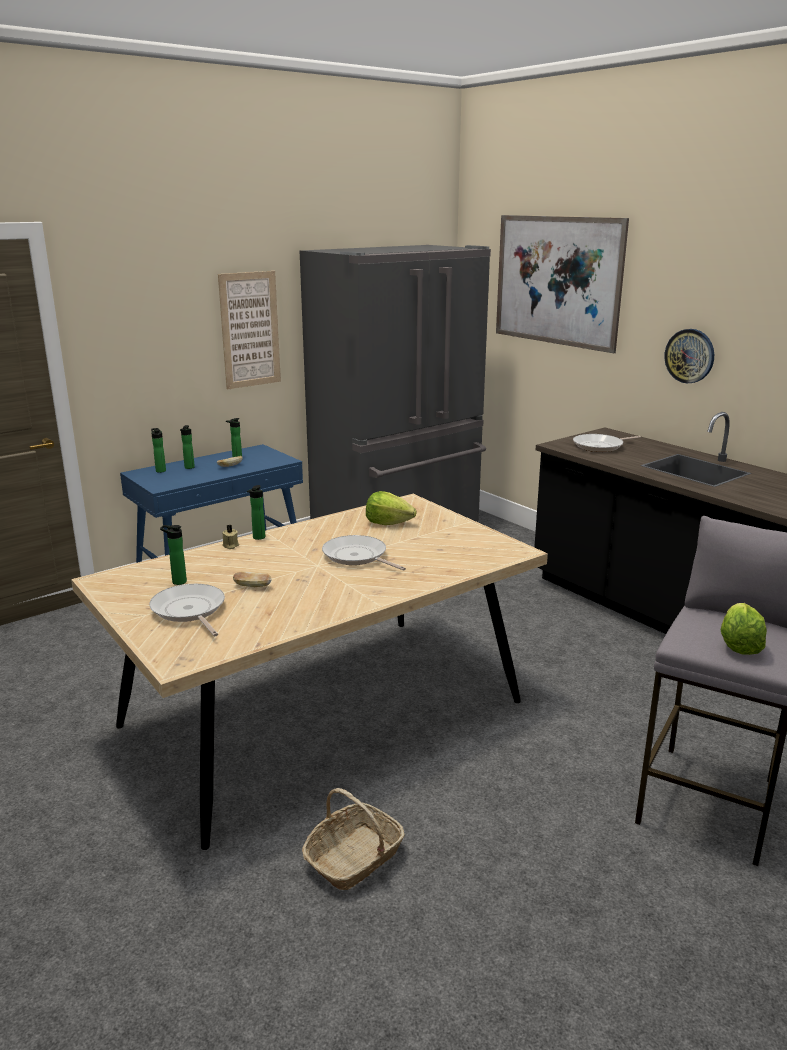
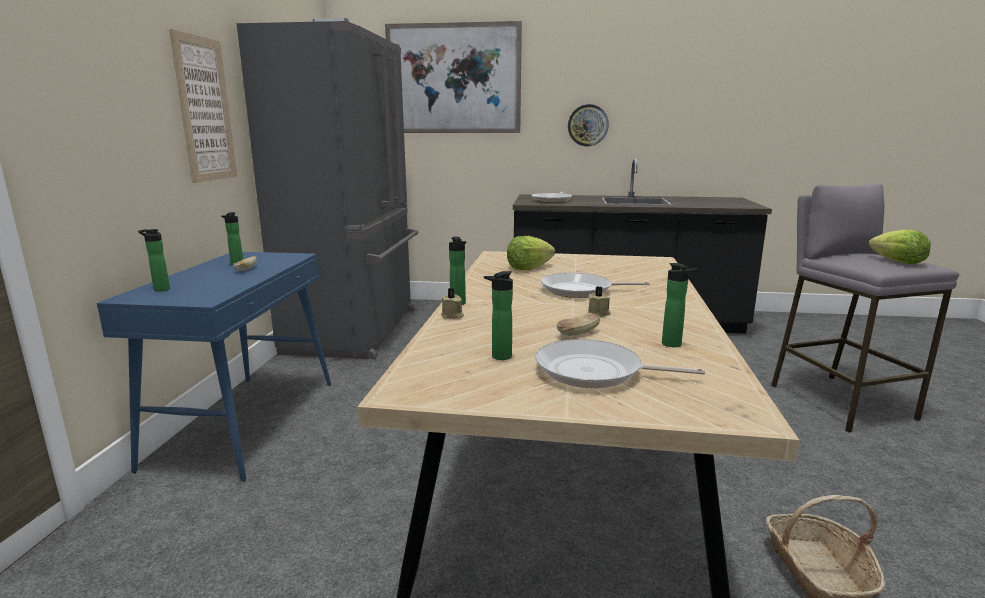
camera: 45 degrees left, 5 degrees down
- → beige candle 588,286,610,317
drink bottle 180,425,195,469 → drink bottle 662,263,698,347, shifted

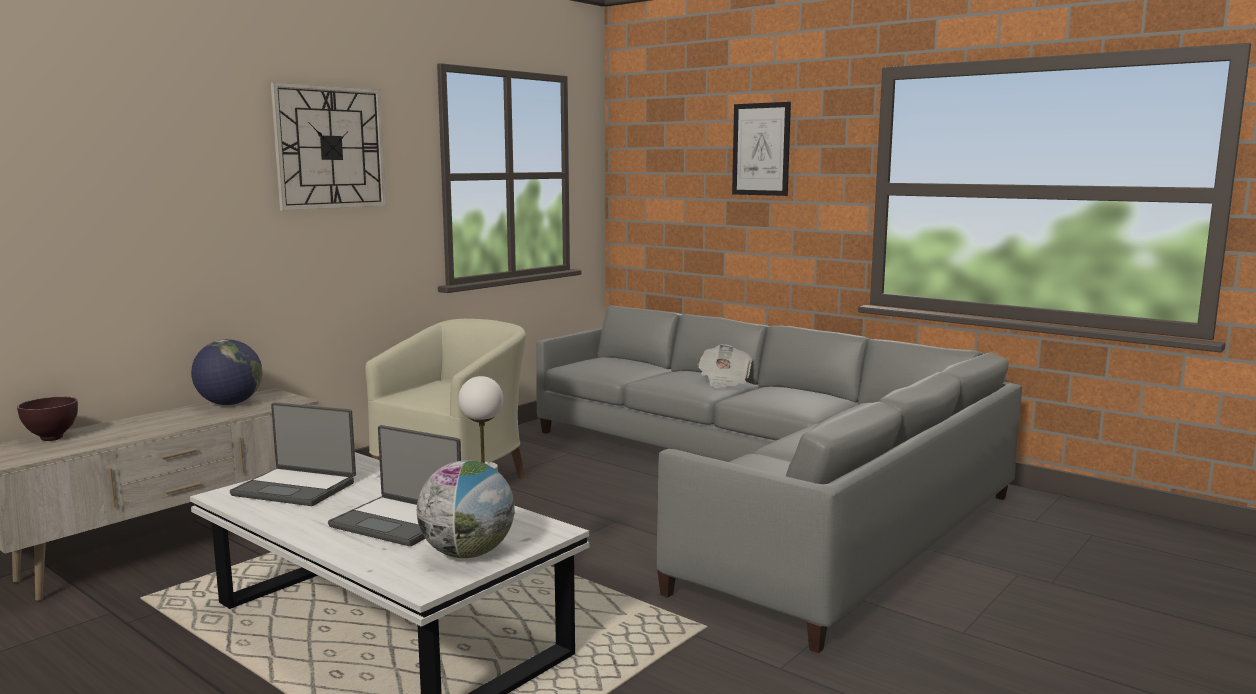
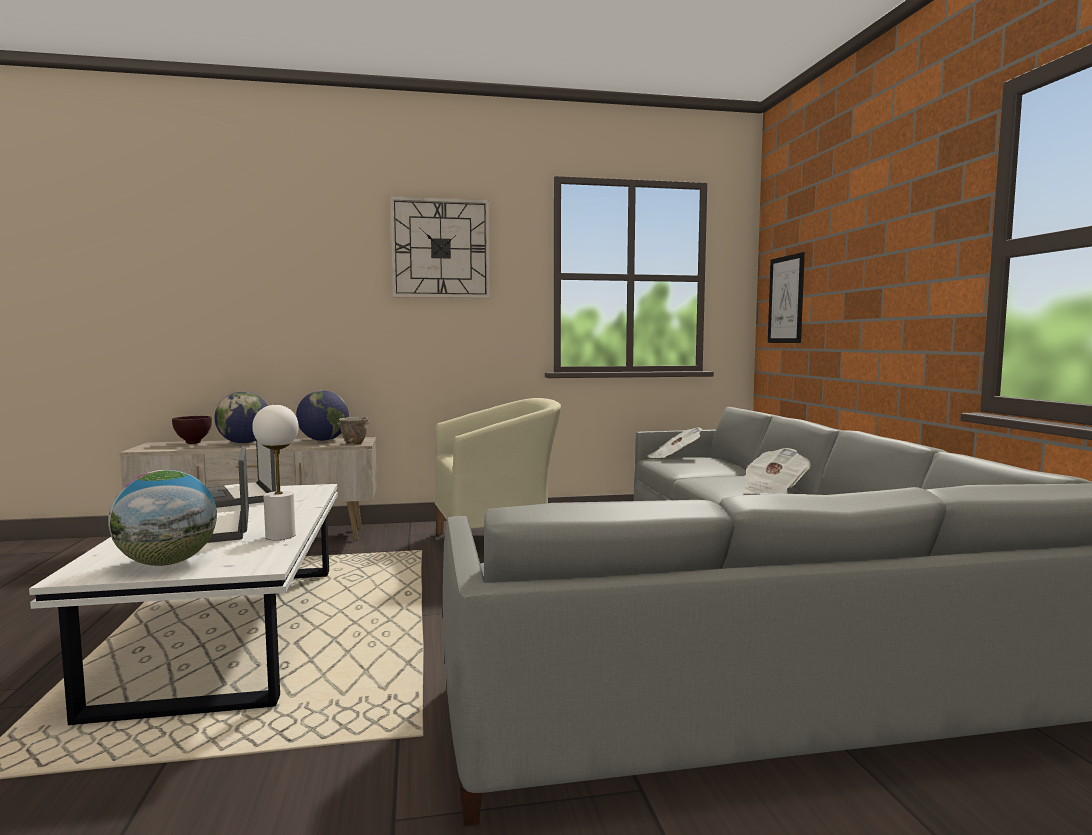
camera: 40 degrees right, 5 degrees down
- → desk globe 214,392,268,444
- → bowl 337,417,370,444
- → newspaper 647,428,702,458
wall picture 732,102,791,196 → wall picture 768,252,805,343, shifted

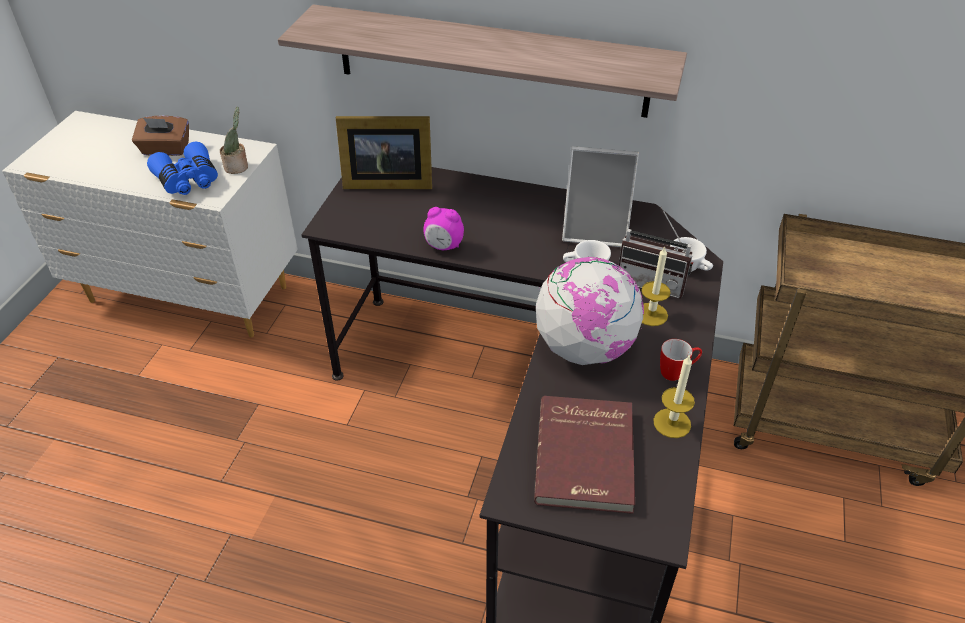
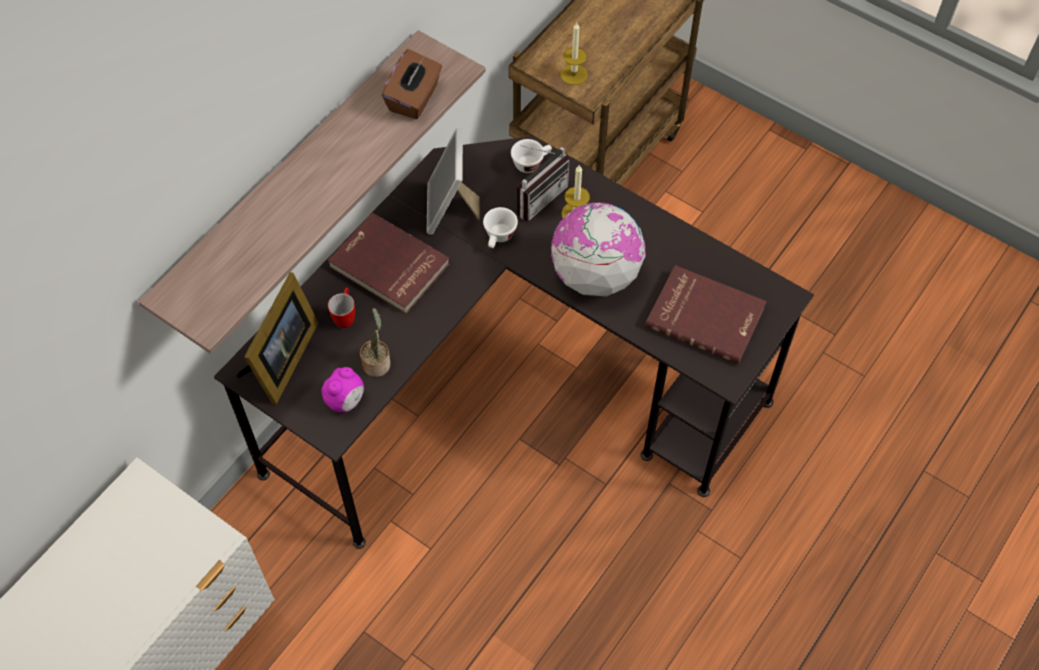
camera: 70 degrees left, 15 degrees up
alarm clock 423,207,464,250 → alarm clock 322,367,364,412, shifted
- → reddish bound book 328,213,450,314
mug 660,339,702,381 → mug 328,288,355,328, shifted
potted plant 220,107,248,174 → potted plant 360,308,391,377, shifted
brown-coloured tissue box 132,115,189,156 → brown-coloured tissue box 382,49,442,119, shifted
standing frame 562,146,639,247 → standing frame 427,128,480,235, 150 degrees clockwise
candle 653,355,695,438 → candle 560,22,588,85, shifted
blue field glasses 147,142,218,195 → -

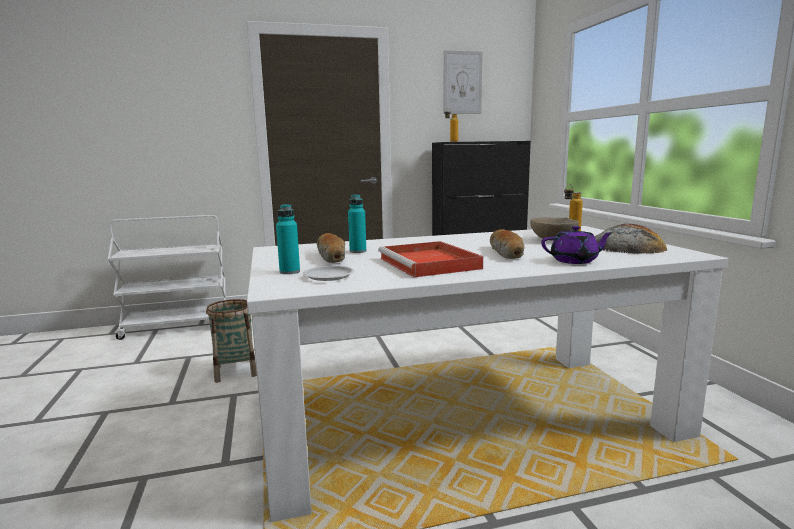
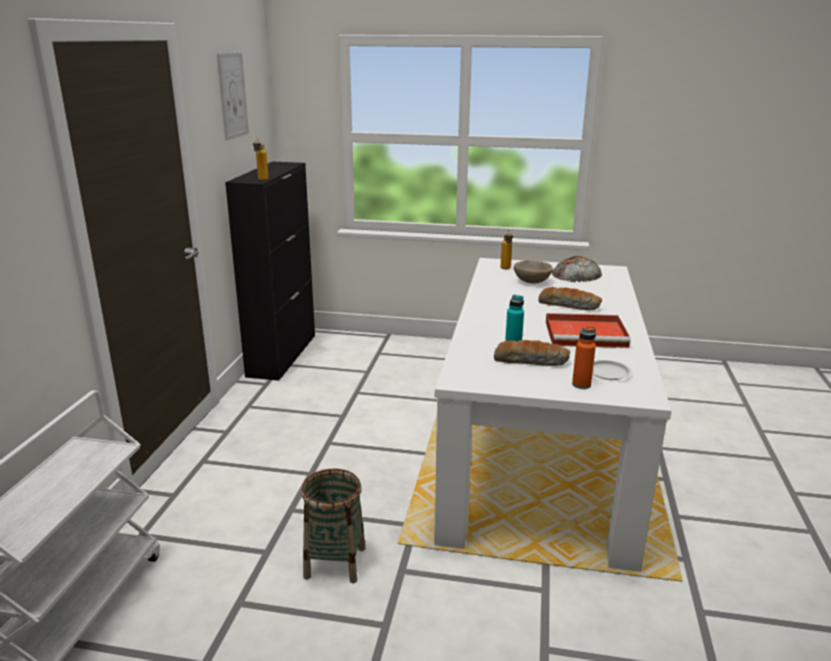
camera: 65 degrees left, 10 degrees up
blue-green drink bottle 276,204,300,274 → orange drink bottle 572,326,596,389
purple pot for tea 541,226,613,264 → -

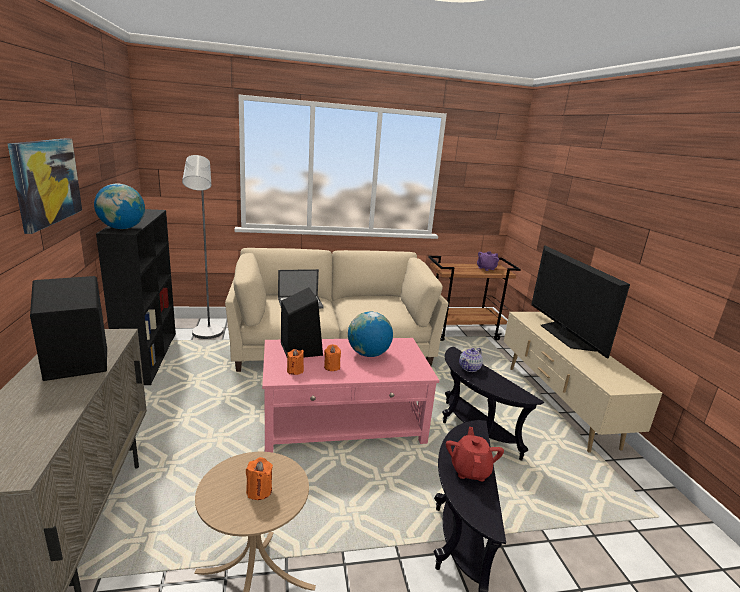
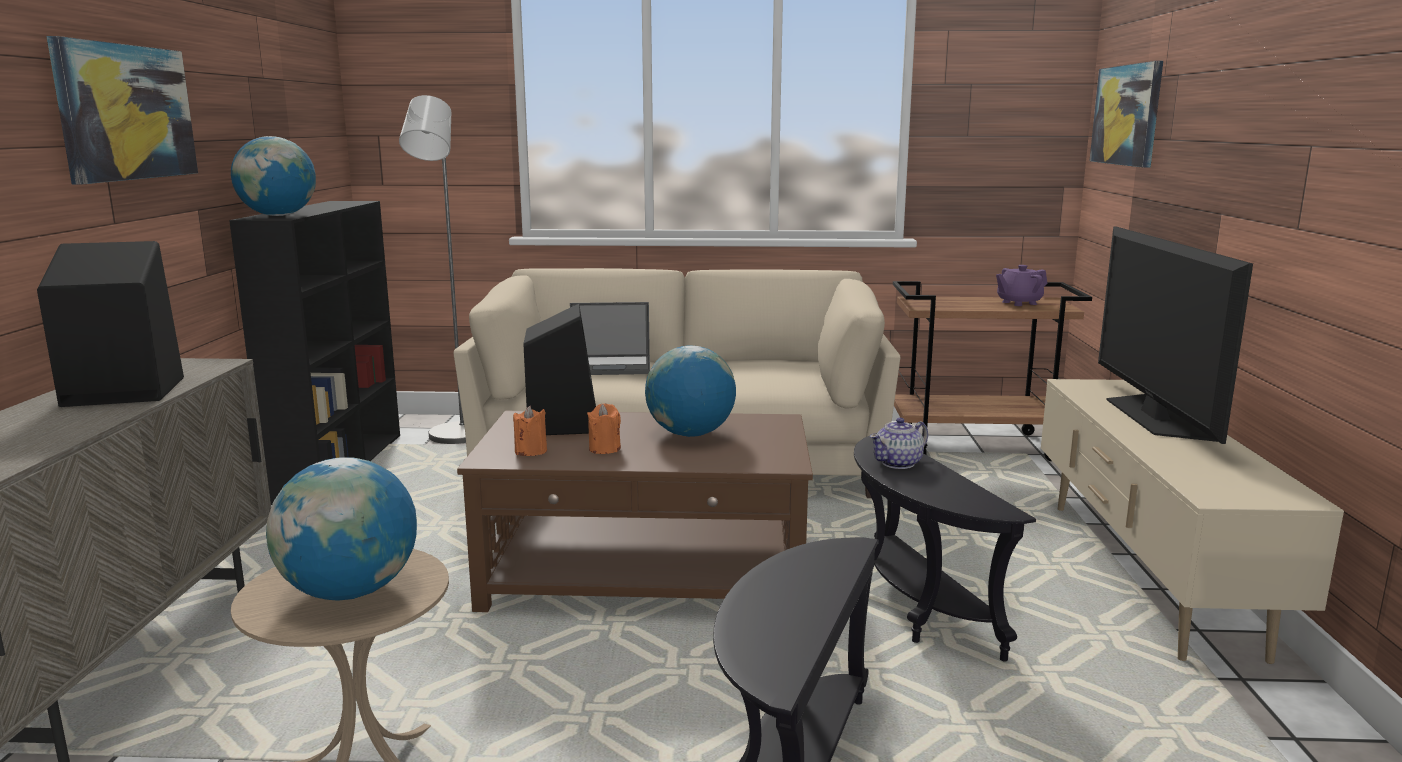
camera: 15 degrees right, 5 degrees down
orange candle 246,457,273,500 → desk globe 266,457,417,601
pink-coloured coffee table 262,338,439,453 → brown-coloured coffee table 457,411,813,612
- → wall picture 1089,61,1163,168
reddish pot for tea 446,427,504,481 → -

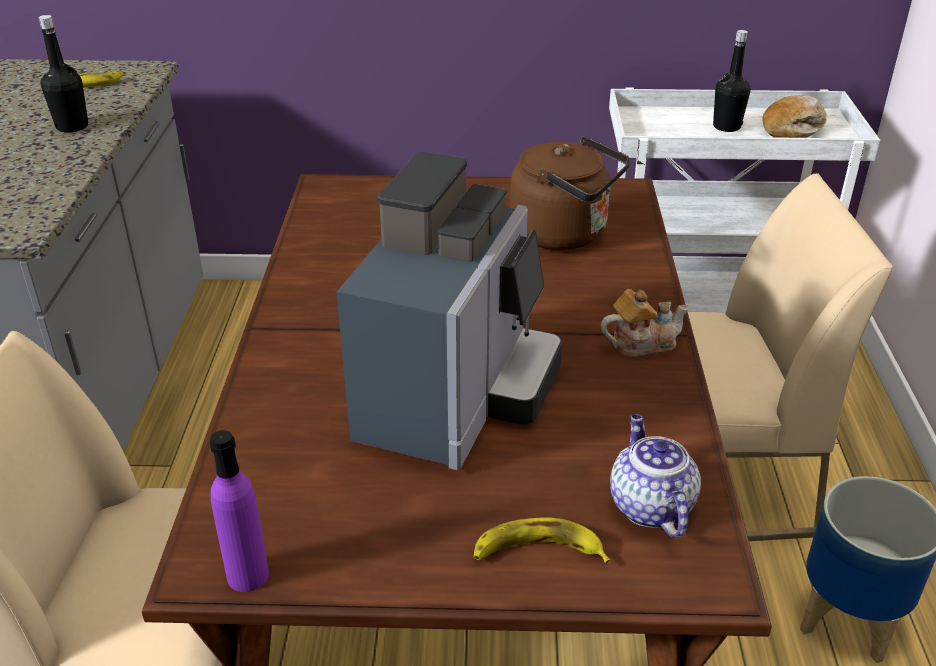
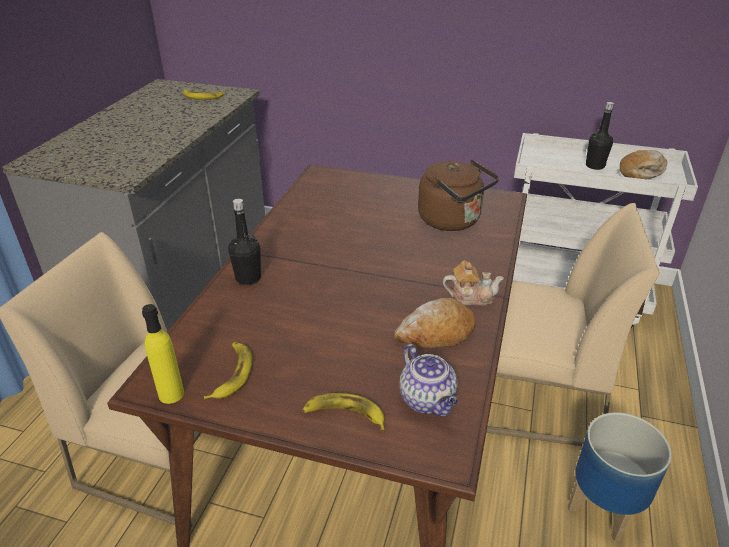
camera: 15 degrees right, 0 degrees up
purple drink bottle 210,430,269,592 → yellow drink bottle 142,304,184,404
- → banana fruit 204,342,252,399
blackish drink bottle 39,15,88,133 → blackish drink bottle 228,199,261,285, shifted
- → bread 394,298,476,348
pot for tea 610,414,701,538 → pot for tea 399,344,458,417, 150 degrees clockwise
coffee brewer 337,152,562,470 → -

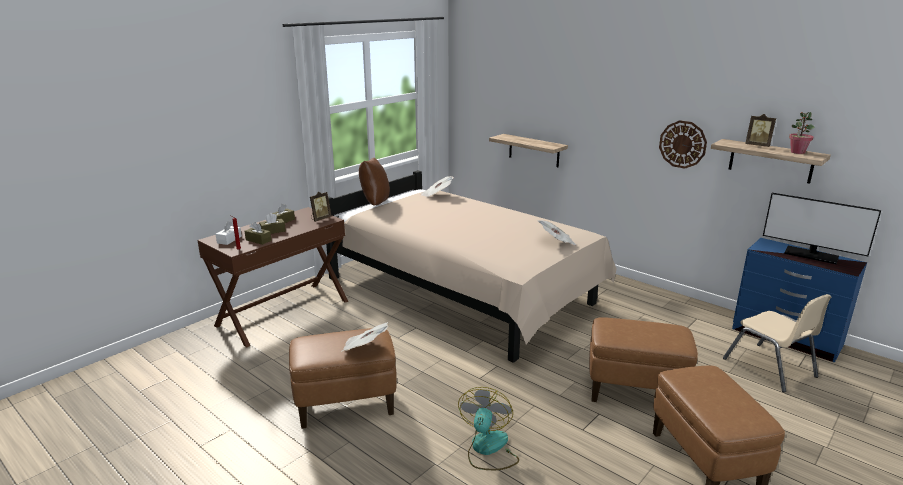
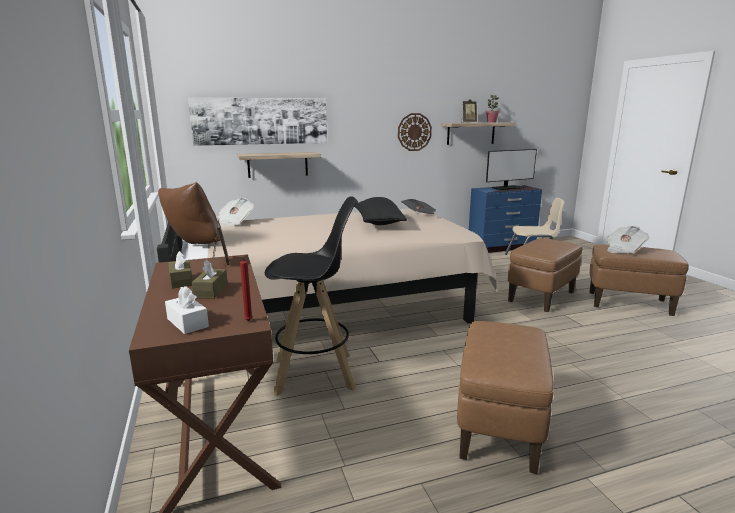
camera: 60 degrees left, 5 degrees down
- → wall picture 188,97,327,146
- → blackish sitting stool 265,196,358,396
- → blackish cushion 354,197,407,225
newspaper 341,322,388,352 → newspaper 606,226,649,254, shifted
brown-coloured tissue box 245,222,272,245 → -
electric fan 458,387,519,470 → -

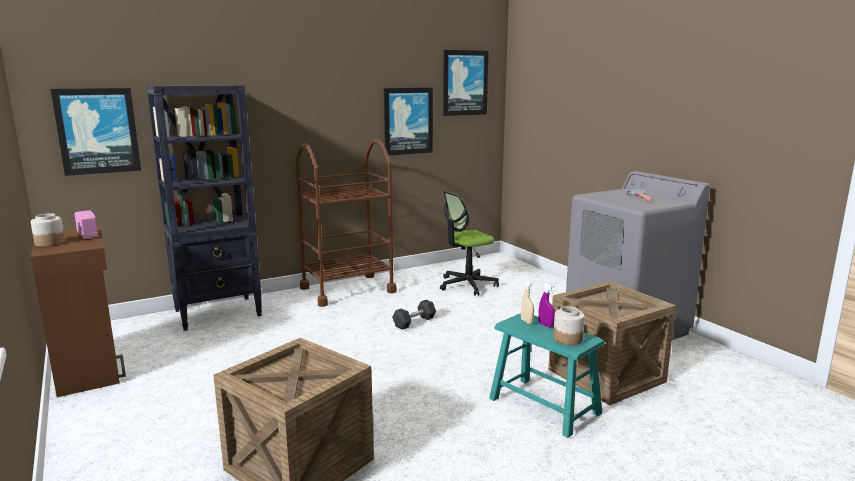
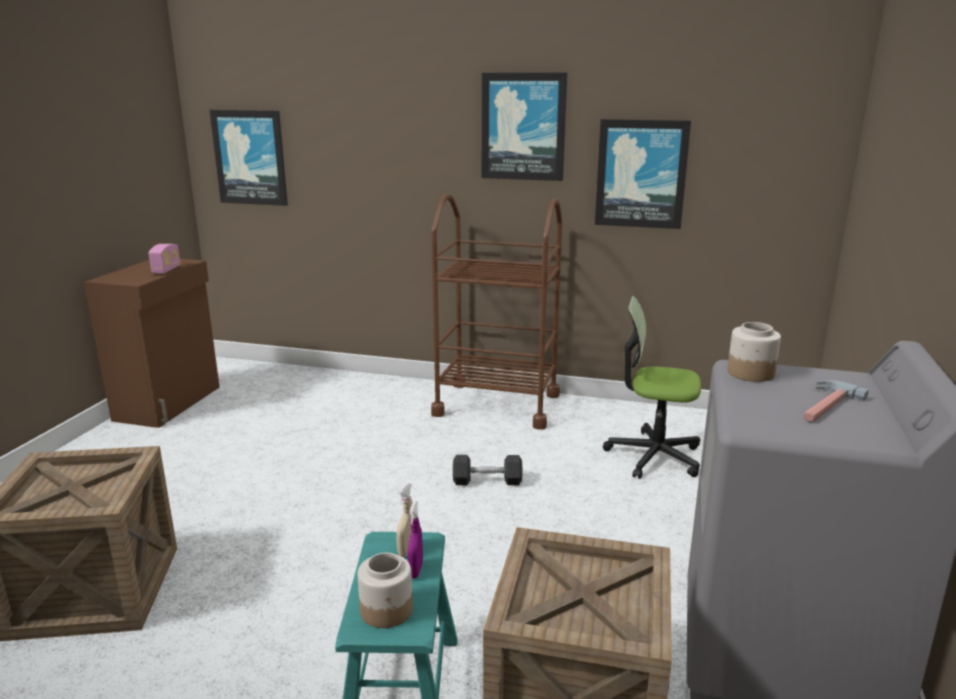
camera: 45 degrees right, 5 degrees up
wall picture 443,50,488,116 → wall picture 482,73,567,181, shifted
storage jar 31,213,65,247 → storage jar 727,322,781,382, shifted
blackish shelving unit 146,85,262,331 → -

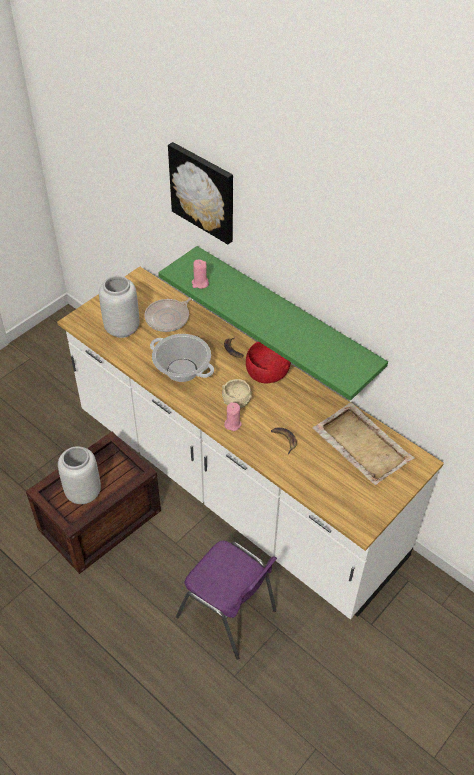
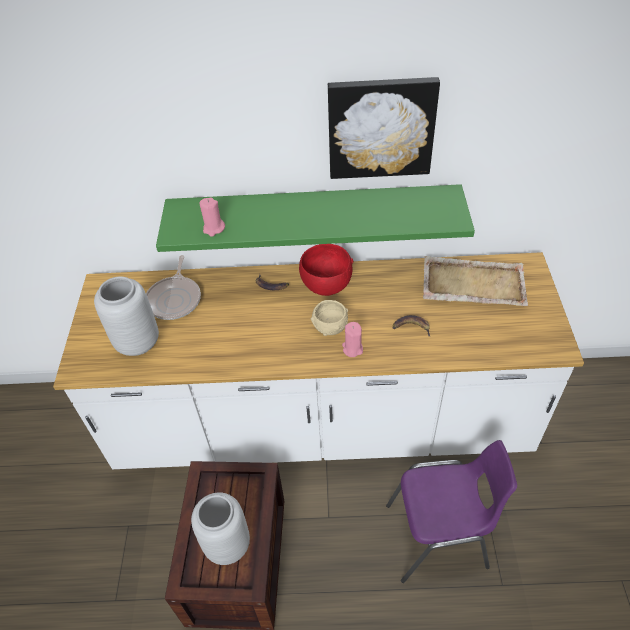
camera: 40 degrees left, 0 degrees up
wall picture 168,142,233,244 → wall picture 328,77,440,179, shifted
cooking pot 150,334,214,382 → -

